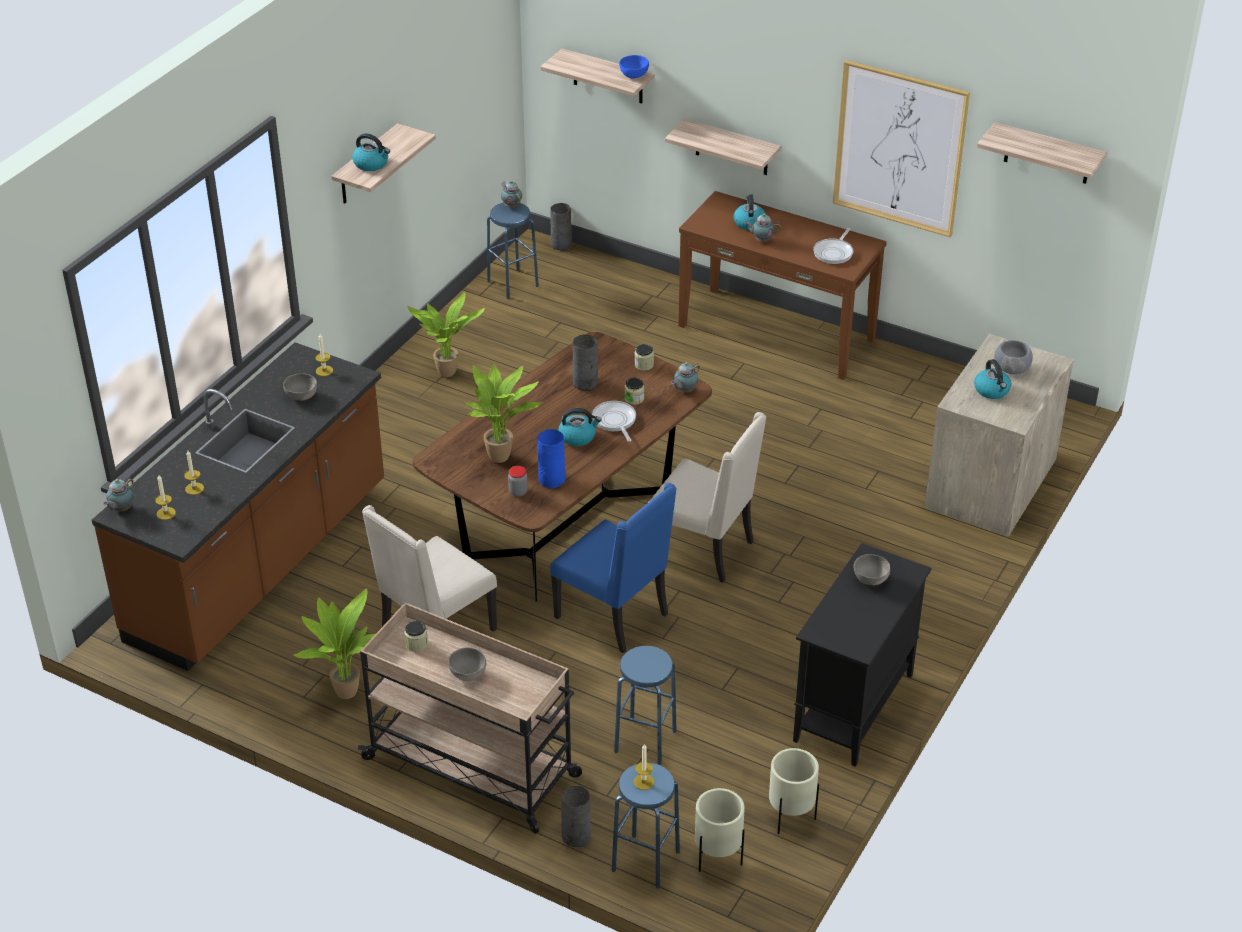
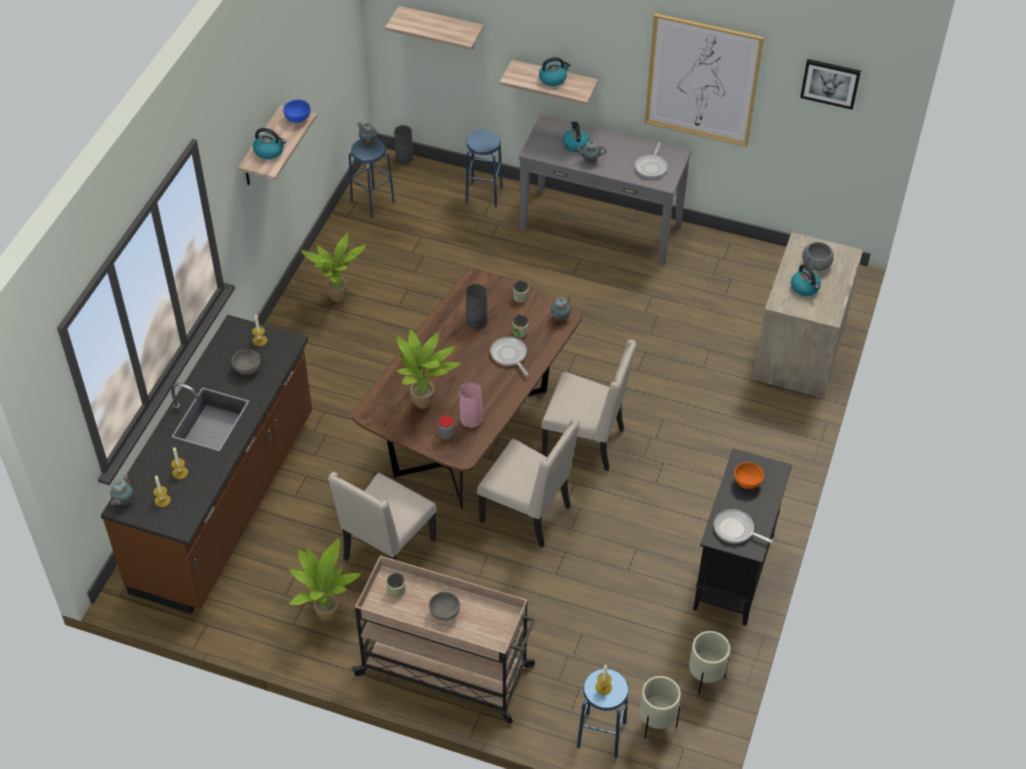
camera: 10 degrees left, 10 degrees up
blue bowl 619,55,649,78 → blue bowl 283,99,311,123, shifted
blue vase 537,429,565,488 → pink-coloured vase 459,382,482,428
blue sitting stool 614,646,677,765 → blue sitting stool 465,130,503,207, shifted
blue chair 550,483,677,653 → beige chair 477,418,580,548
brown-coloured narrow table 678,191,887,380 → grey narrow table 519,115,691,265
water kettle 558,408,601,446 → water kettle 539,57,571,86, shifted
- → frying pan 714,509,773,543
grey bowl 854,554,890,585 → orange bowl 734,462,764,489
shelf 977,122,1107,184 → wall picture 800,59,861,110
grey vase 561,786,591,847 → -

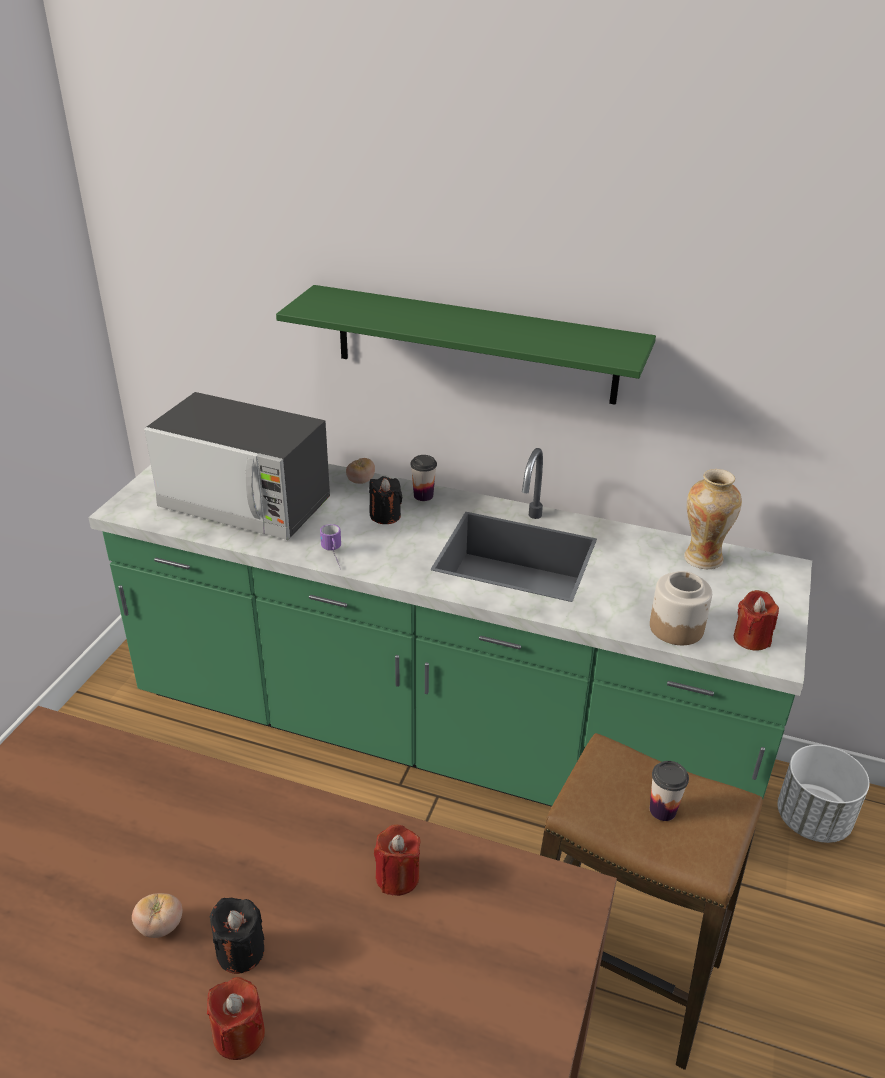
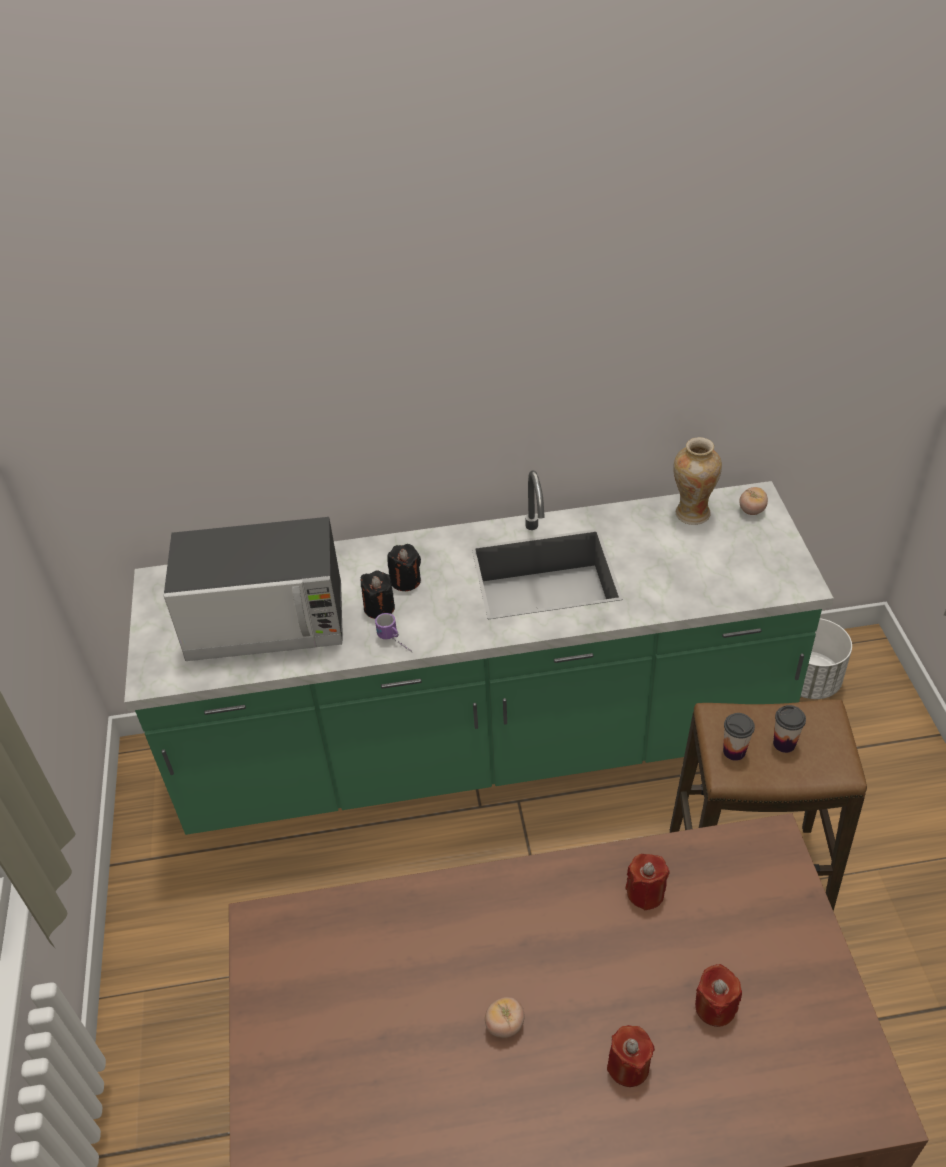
camera: 25 degrees left, 10 degrees up
blackish candle 210,898,264,974 → blackish candle 361,570,395,619, shifted
reddish candle 734,590,779,650 → reddish candle 695,964,742,1027, shifted
drinking cup 411,455,437,501 → drinking cup 723,713,755,761, shifted
tomato 346,458,375,484 → tomato 740,487,768,515, shifted
green shelf 276,285,656,405 → -
storage jar 650,571,712,645 → -

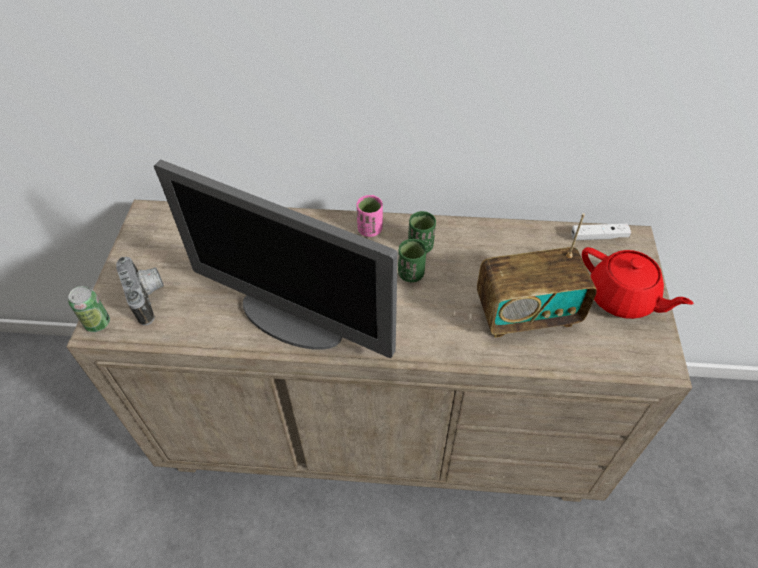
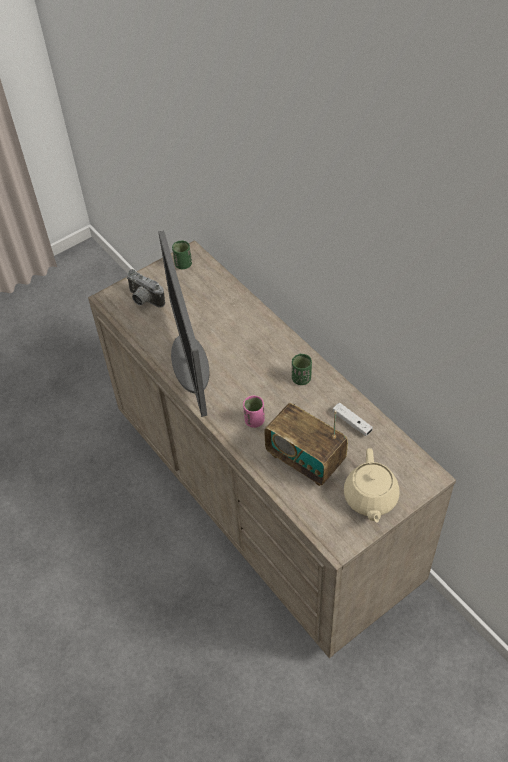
camera: 50 degrees right, 0 degrees up
photo camera 116,257,164,325 → photo camera 126,269,165,308, 105 degrees clockwise
green drinking cup 398,239,426,282 → green drinking cup 172,240,192,269, shifted
pink-coloured drinking cup 357,195,383,237 → pink-coloured drinking cup 243,396,265,428, shifted
white gamepad 572,223,631,240 → white gamepad 333,403,373,436, shifted
reddish pot for tea 582,247,693,319 → beige pot for tea 344,448,400,523
can 68,286,110,332 → -

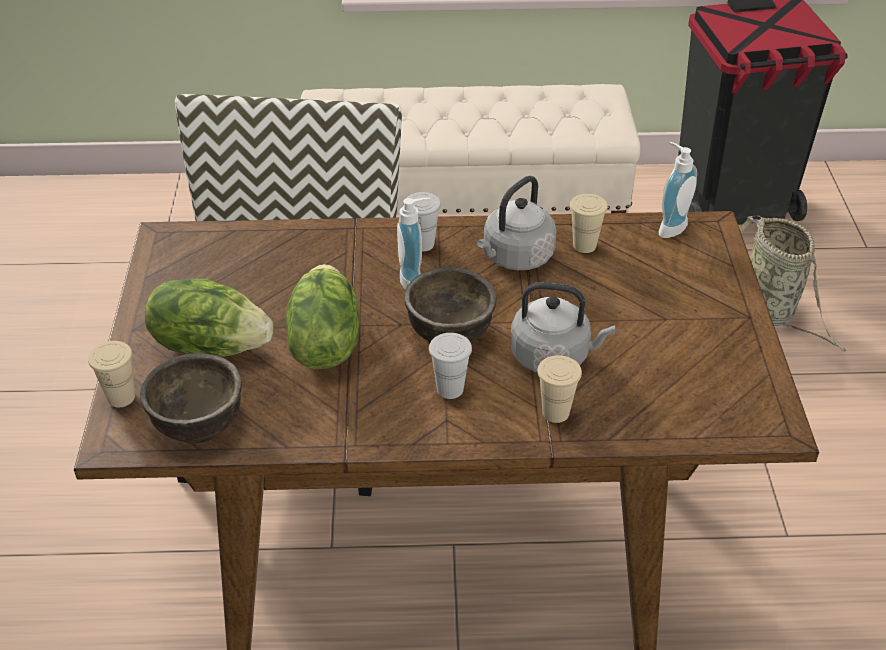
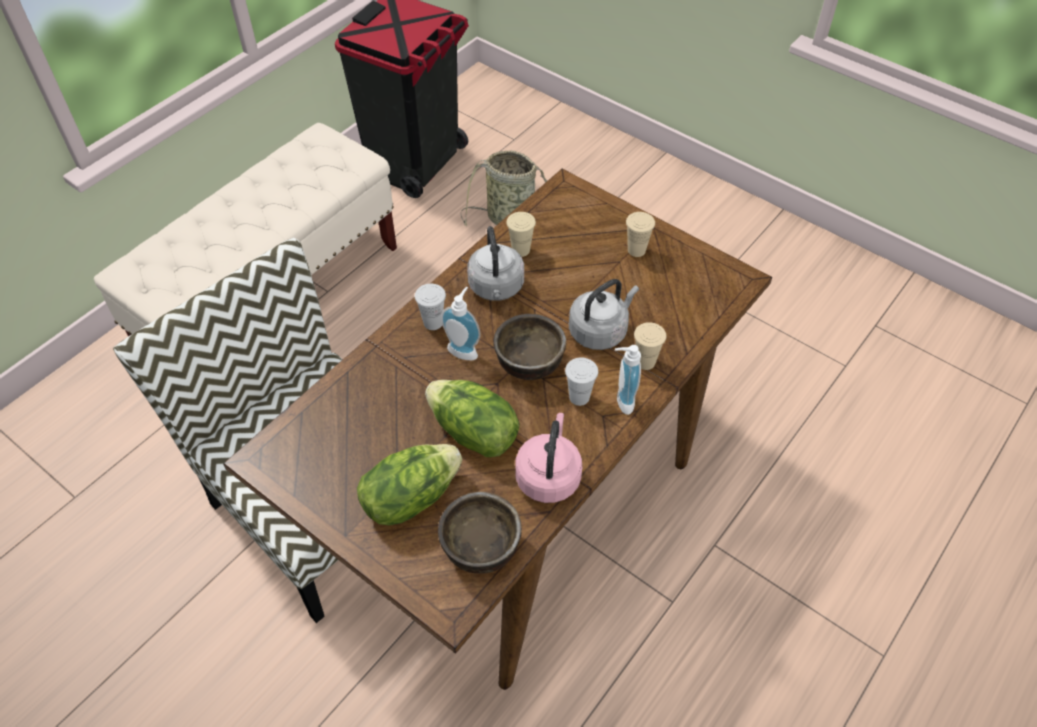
camera: 50 degrees left, 10 degrees up
- → pink-coloured water kettle 515,413,582,503
soap dispenser 659,142,697,238 → soap dispenser 615,345,641,415, shifted
beige drinking cup 88,341,135,407 → beige drinking cup 626,212,655,257, shifted

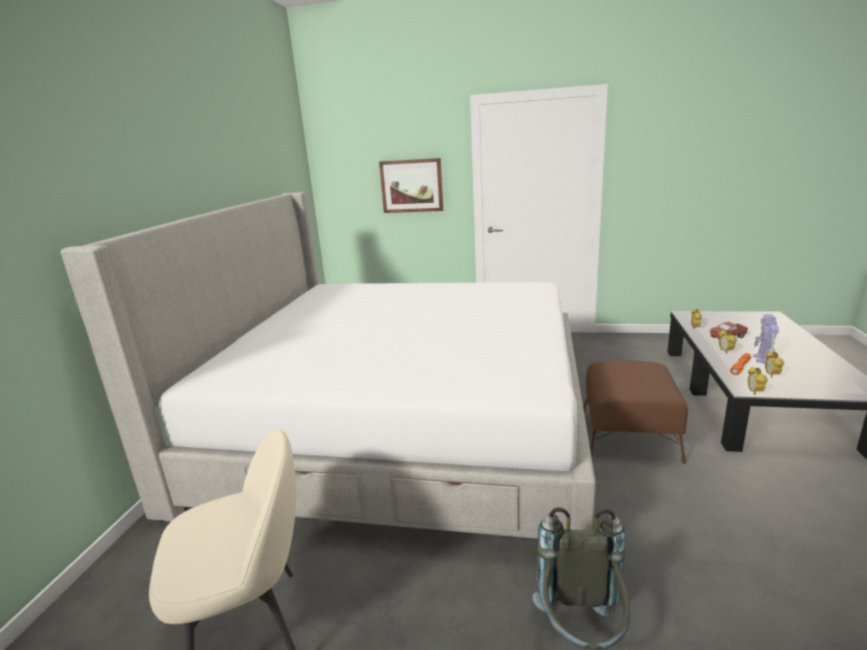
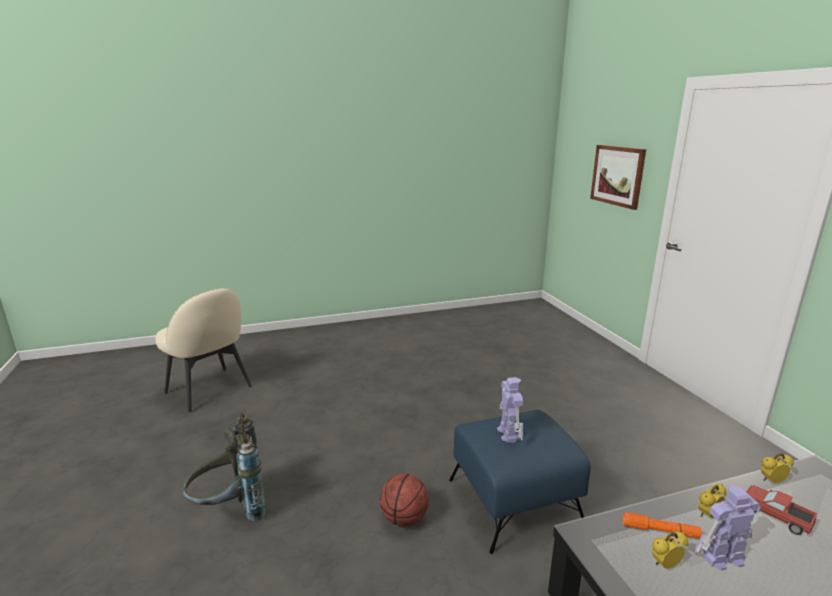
camera: 60 degrees right, 0 degrees up
- → ball for basketball 380,474,429,526
brown-coloured ottoman 583,360,688,464 → blue ottoman 449,410,591,554
- → model robot 497,377,523,443
bedroom bed 60,192,596,539 → -
alarm clock 747,367,767,395 → -

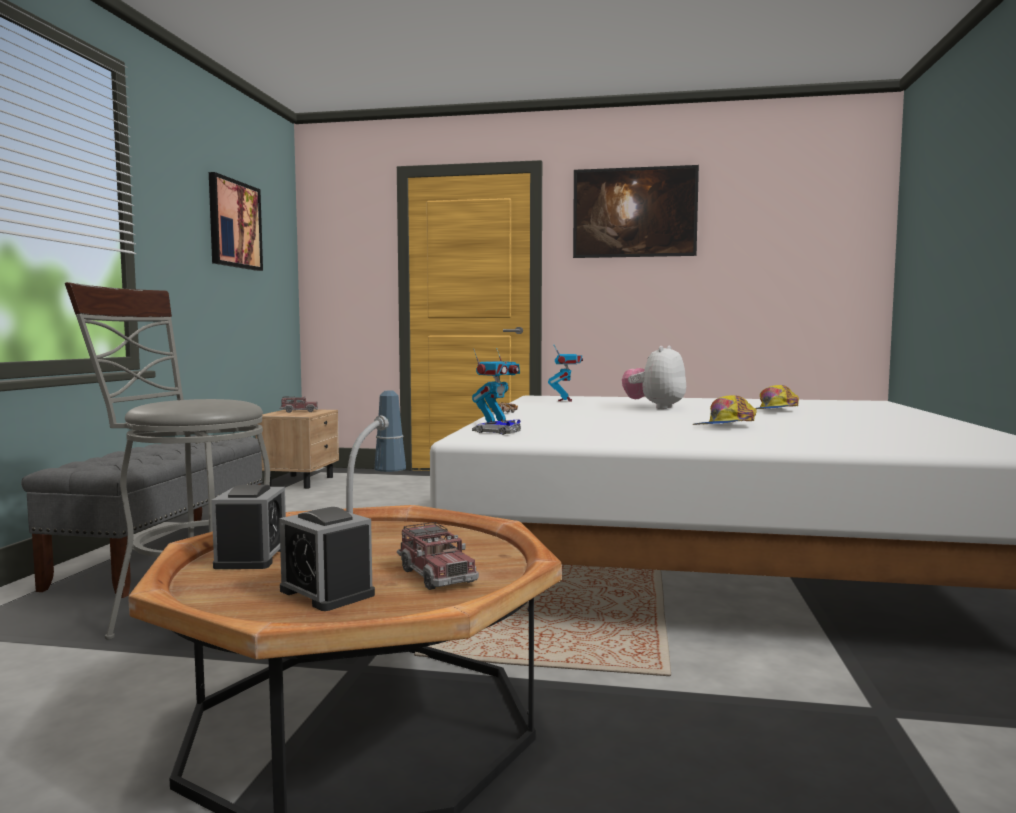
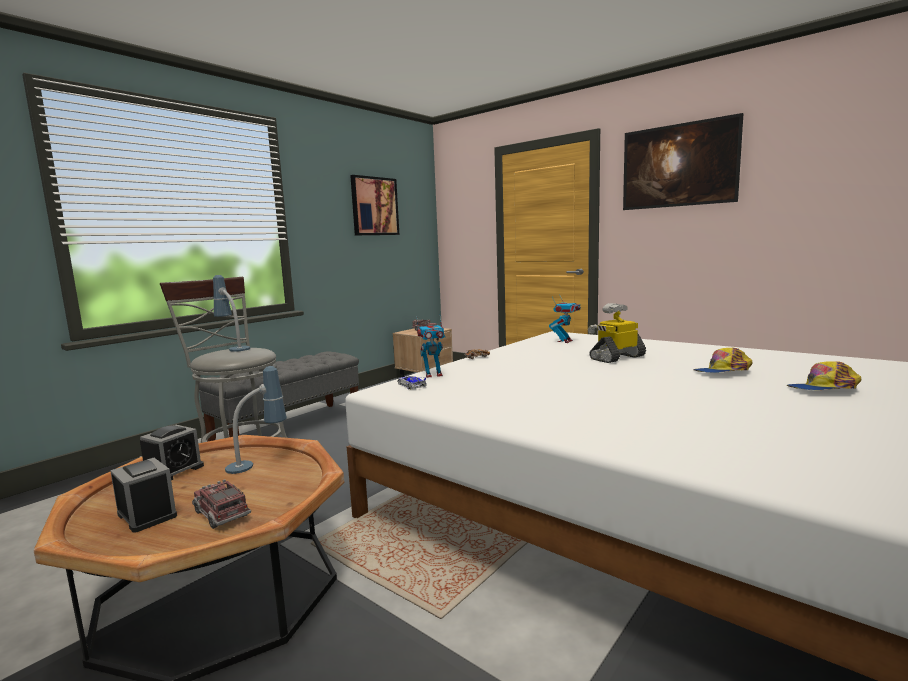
camera: 30 degrees right, 5 degrees up
alarm clock 279,507,375,611 → alarm clock 110,458,177,533, 150 degrees clockwise
toy truck 397,522,479,590 → toy truck 192,479,251,529, 135 degrees clockwise
- → tabletop lamp 213,275,250,352
soft toy 622,345,686,409 → model robot 588,303,646,363
cap 692,395,757,425 → cap 787,361,861,390, shifted

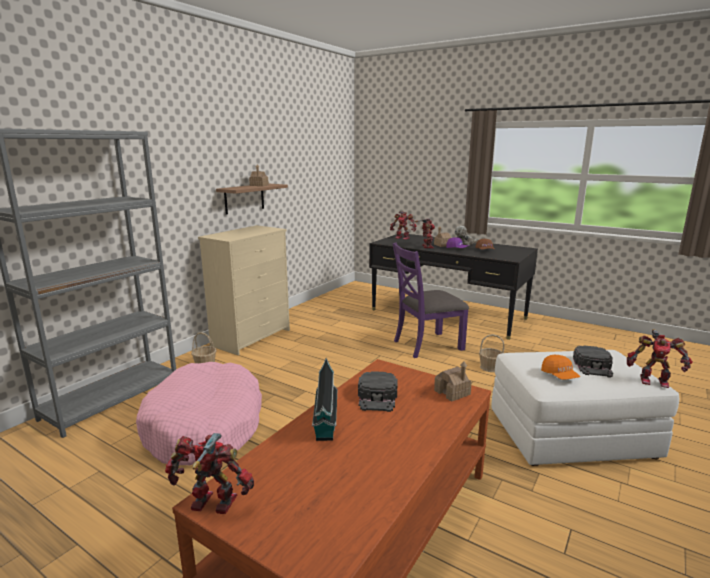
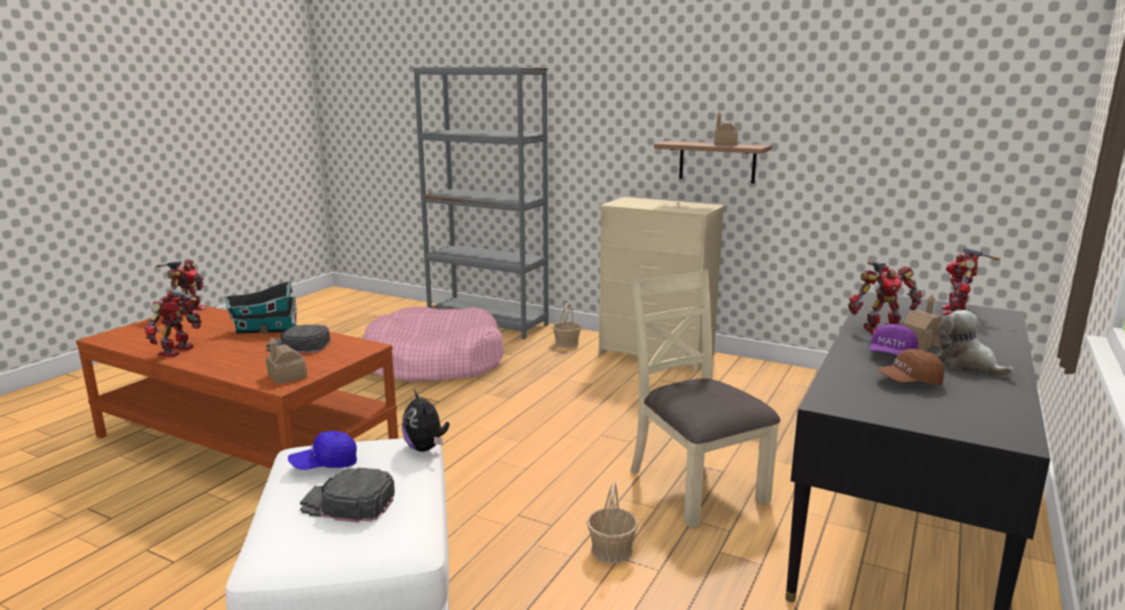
camera: 85 degrees right, 0 degrees up
model robot 627,329,693,388 → model robot 145,289,201,357, shifted
orange cap 541,355,581,380 → blue cap 288,431,357,470
- → soft toy 402,390,450,452
purple chair 393,242,469,358 → beige chair 630,269,780,528

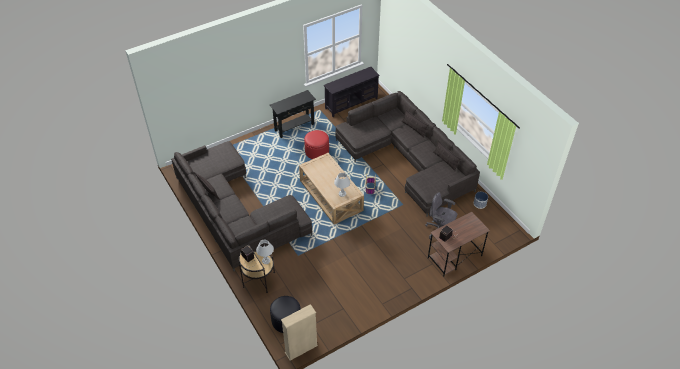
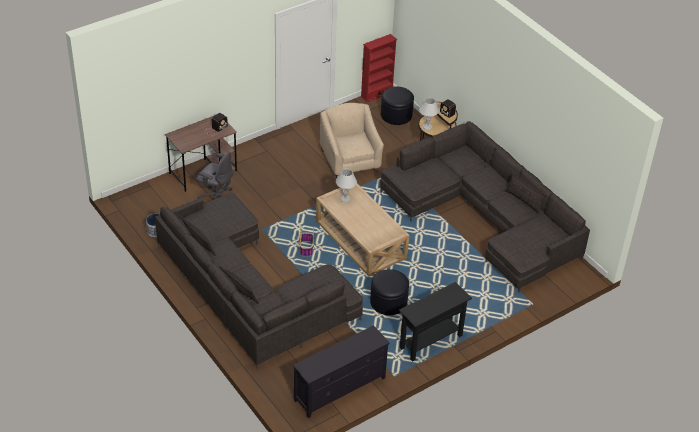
camera: 175 degrees right, 5 degrees down
- → beige armchair 320,103,384,179
beige shelving unit 281,304,318,361 → reddish shelving unit 361,34,397,102
reddish ottoman 304,130,329,159 → blackish ottoman 370,269,409,315

